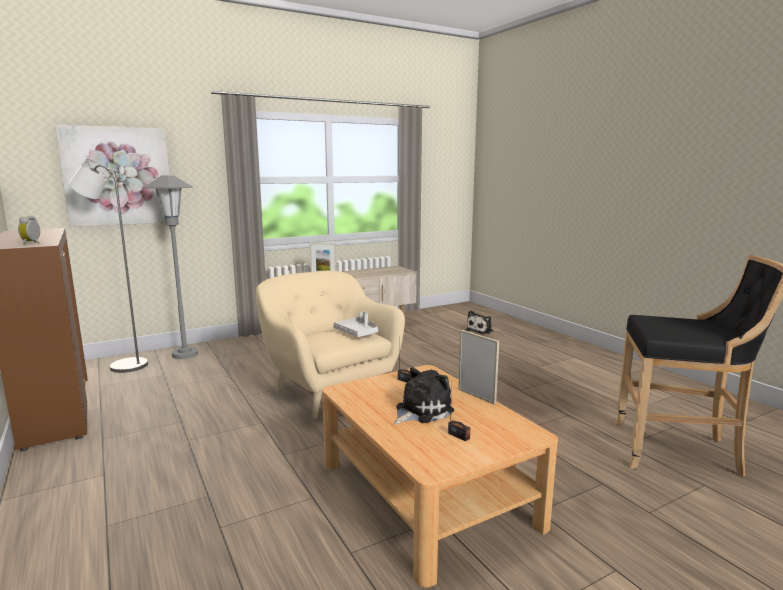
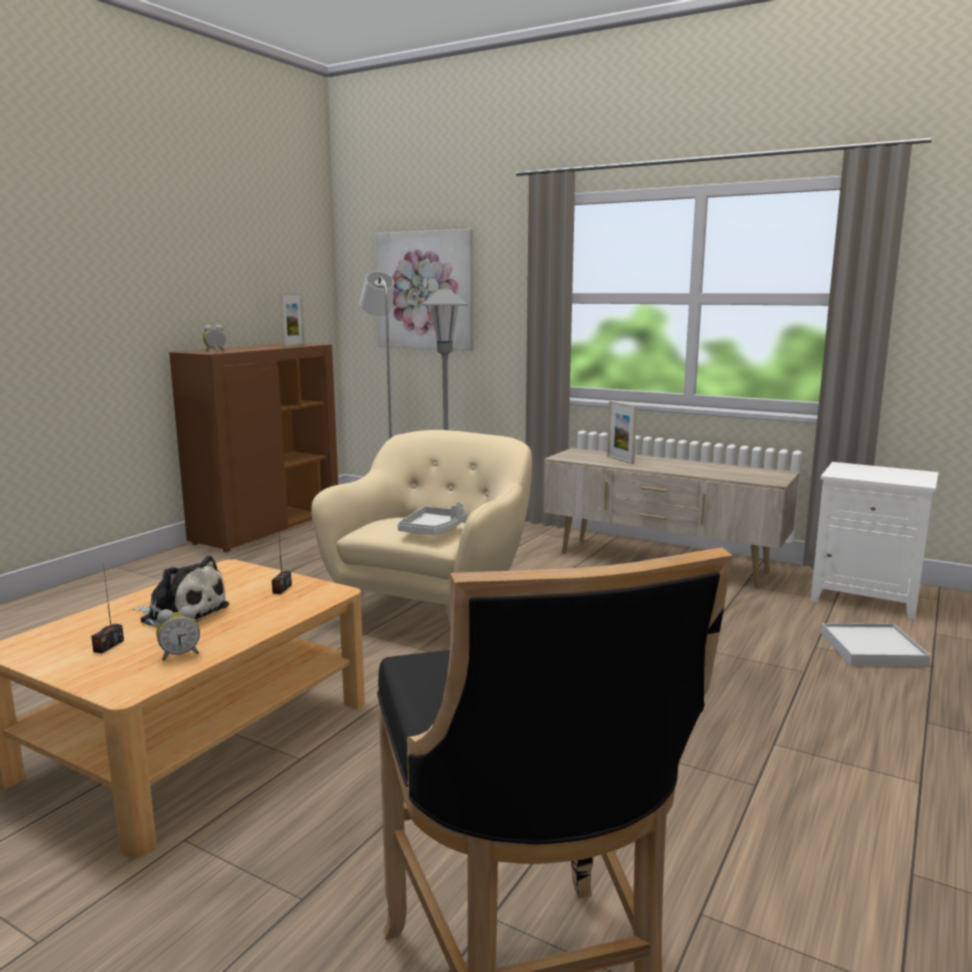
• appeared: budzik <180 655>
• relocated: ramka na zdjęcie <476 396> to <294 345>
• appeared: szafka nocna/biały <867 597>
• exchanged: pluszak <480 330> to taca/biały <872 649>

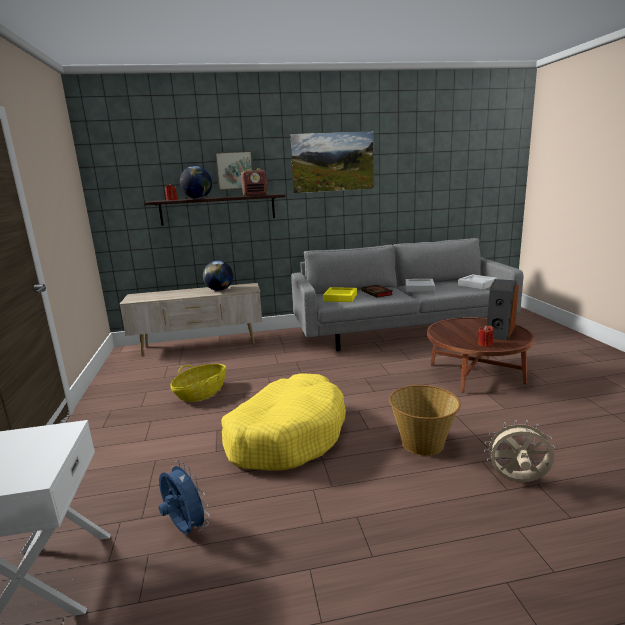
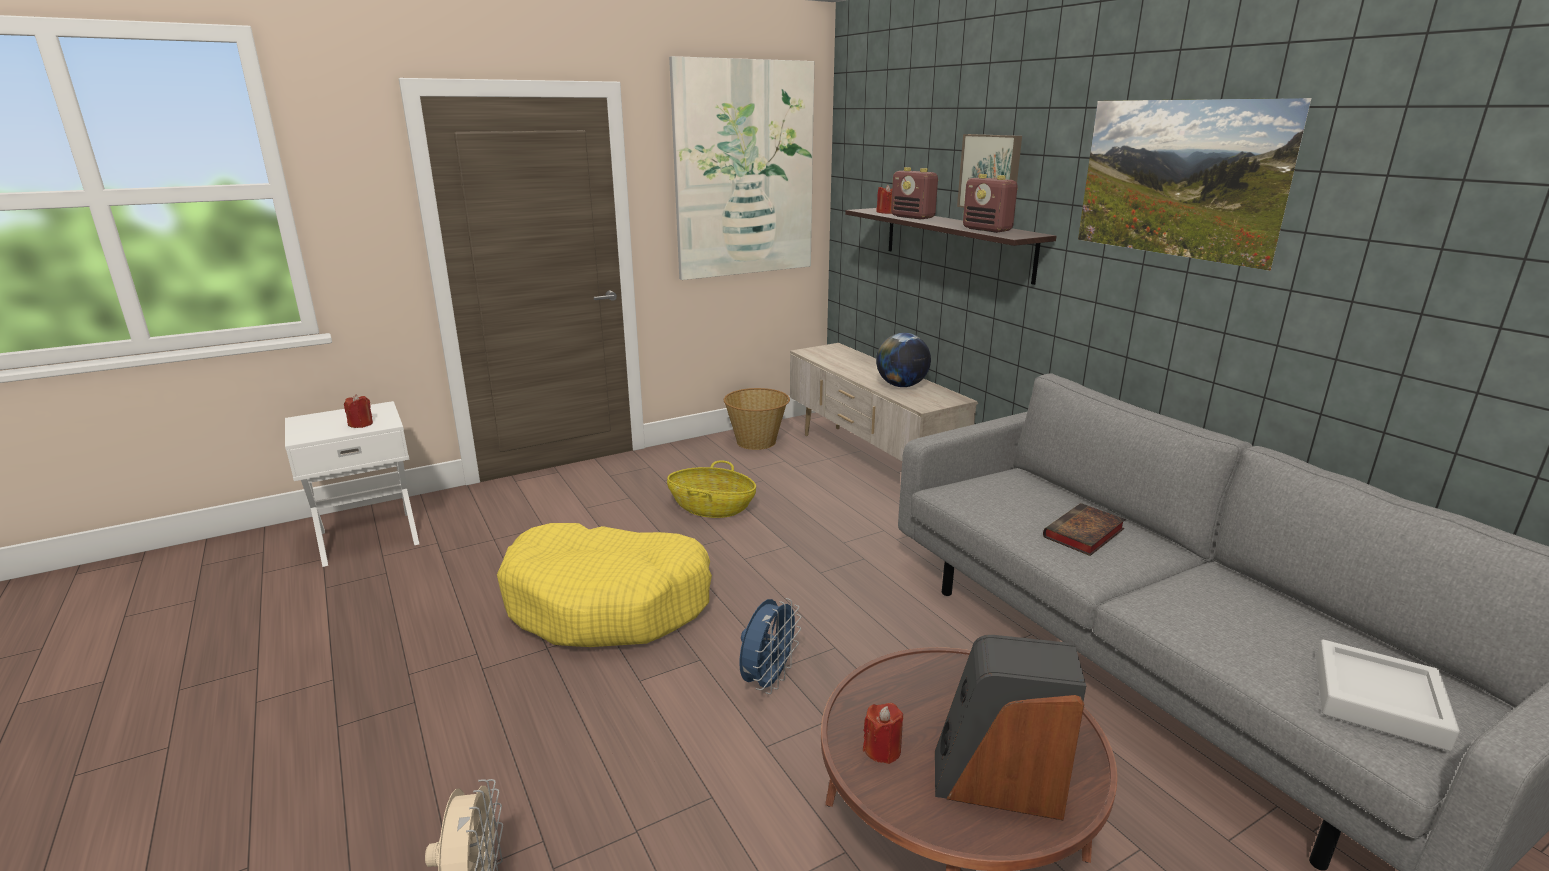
• appeared: świeca/czerwony <361 424>
• appeared: obraz <744 170>
• relocated: koszyk <423 443> to <757 442>
• relocated: wentylator/niebieski <185 529> to <768 680>
• exchanged: globus <198 198> to radio <913 217>
• missing: taca/żółty <340 298>
• missing: taca/szary <419 288>

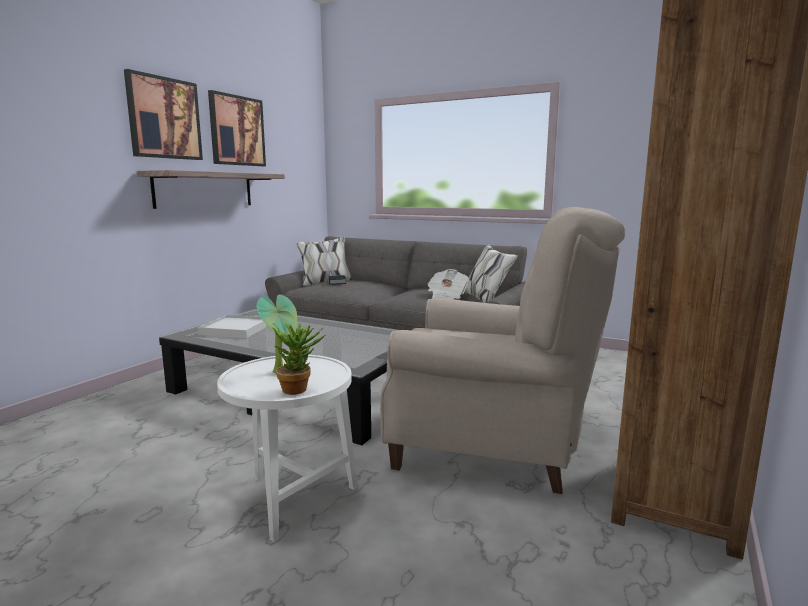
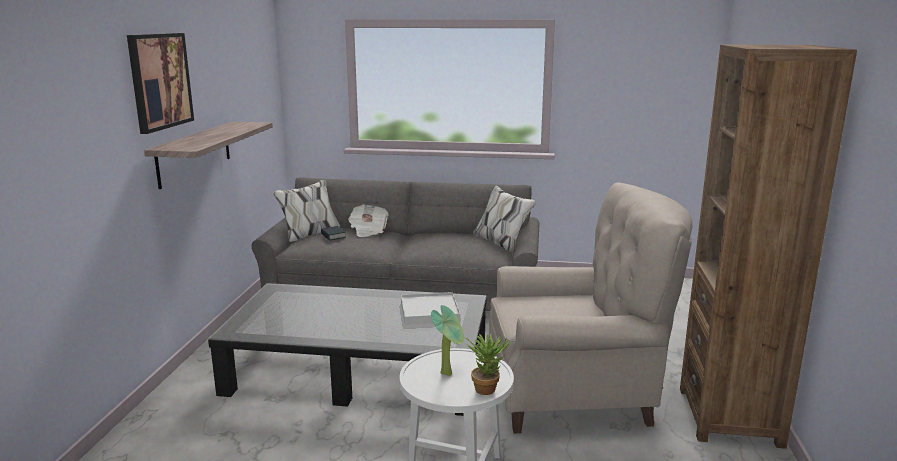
• relocated: gazeta <446 297> to <368 231>
• relocated: taca/biały <236 329> to <429 311>
• missing: obraz <237 131>

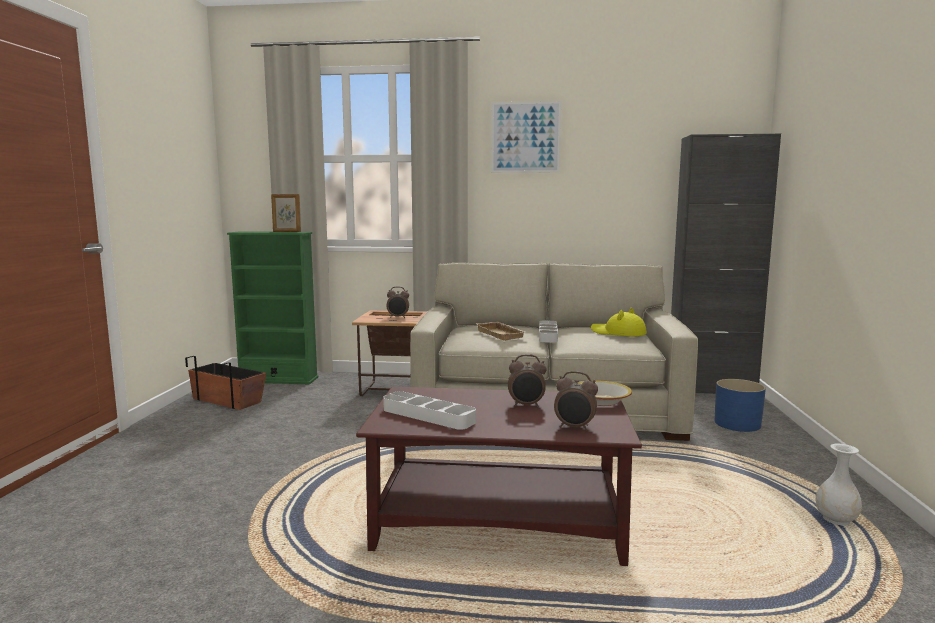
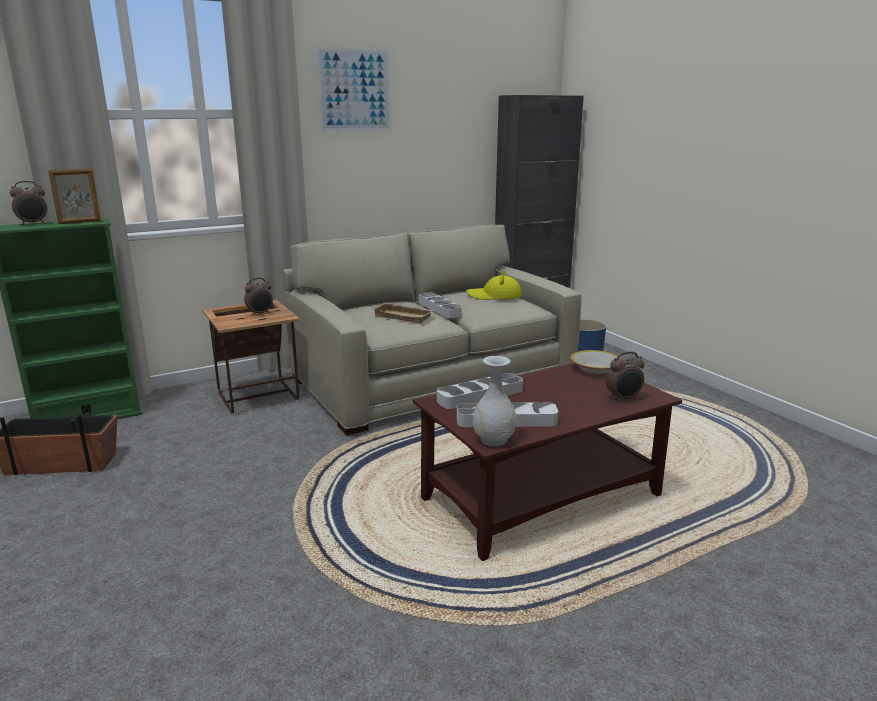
• relocated: budzik <526 405> to <33 224>
• appeared: taca/szary <480 395>
• relocated: wazon/biały <836 520> to <494 439>

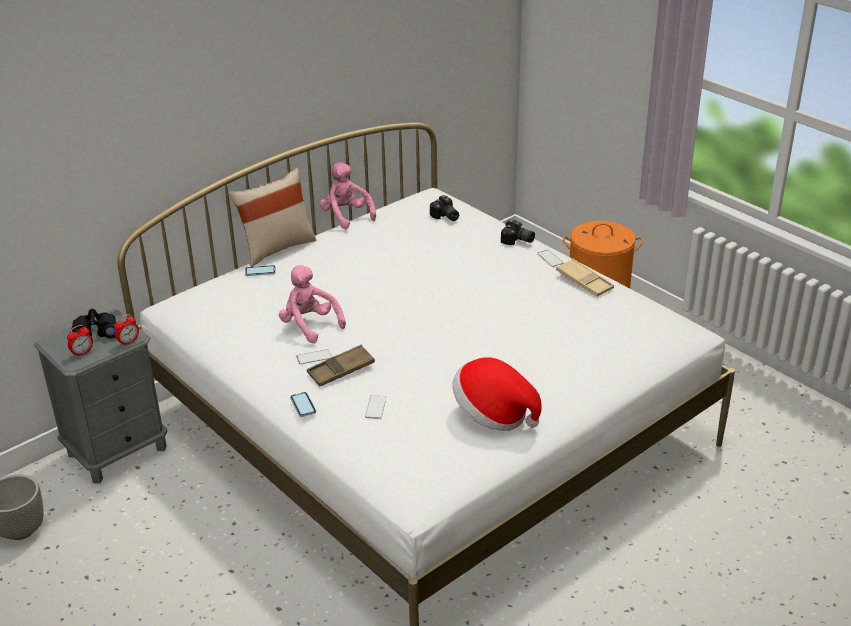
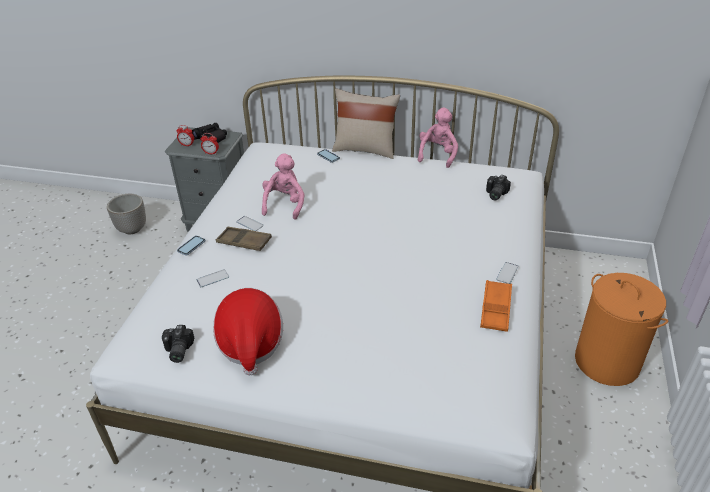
• relocated: aparat fotograficzny <517 241> to <177 351>
• colour: taca/beżowy <584 281> to taca/pomarańczowy <496 309>

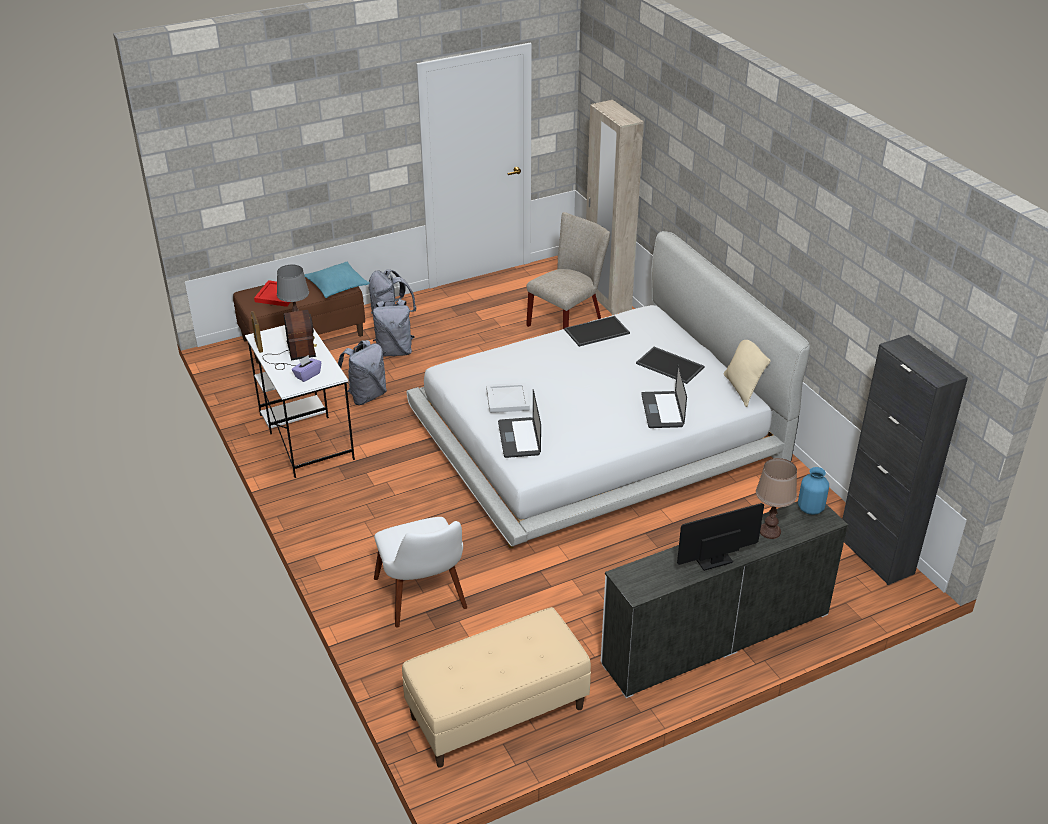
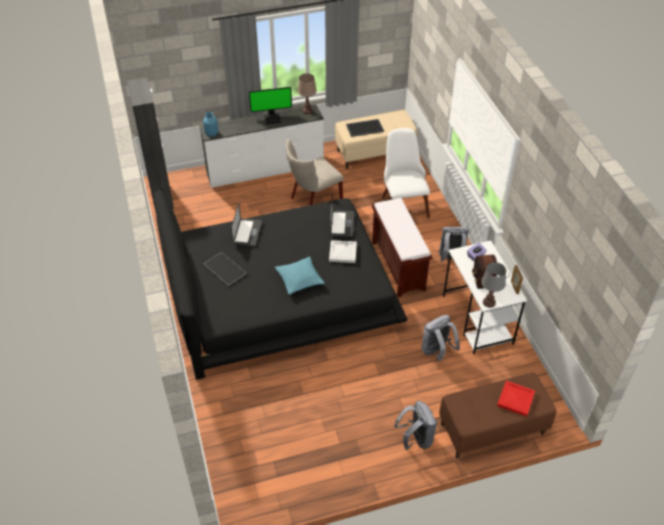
• colour: łóżko/biały <597 437> to łóżko/czarny <280 292>
• relocated: poduszka/turkusowy <337 286> to <299 279>
• relocated: krzesło/beżowy <568 322> to <313 200>
• relocated: lampa stołowa/brązowy <770 531> to <307 111>
• relocated: taca <596 332> to <365 128>
• appeared: ławka/brązowy <397 265>
• relocated: plecak/szary <394 351> to <451 259>
• missing: szafa/beżowy <607 299>
• missing: poduszka/beżowy <742 389>

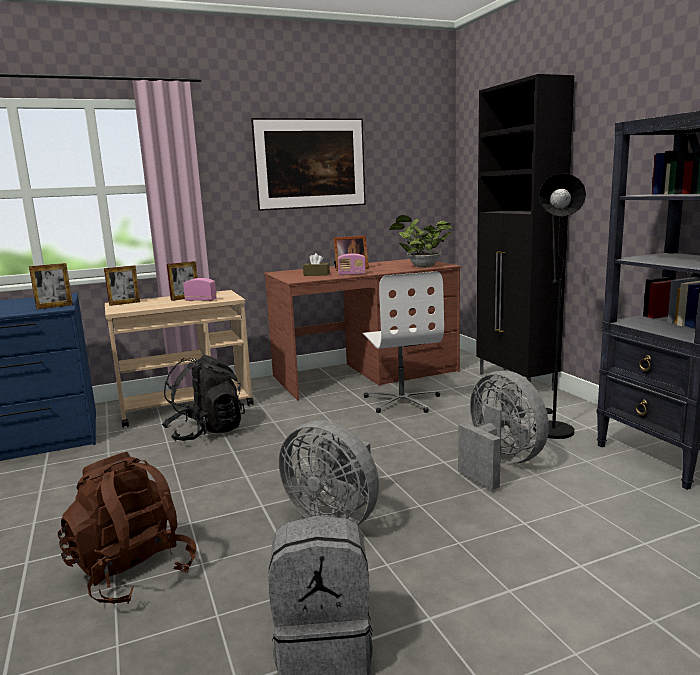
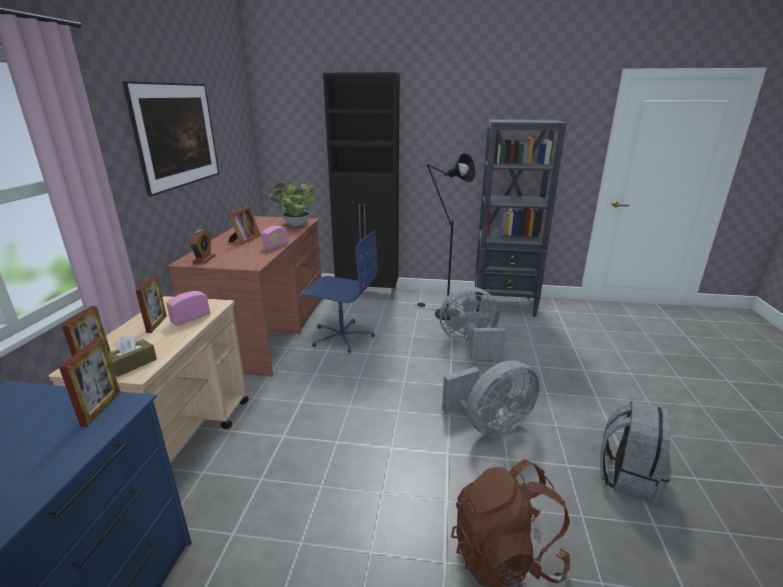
• relocated: pudełko chusteczek/brązowy <316 274> to <132 364>
• appeared: budzik <204 259>
• colour: krzesło biurowe/biały <402 401> to krzesło biurowe/niebieski <342 336>
• missing: plecak/czarny <206 432>

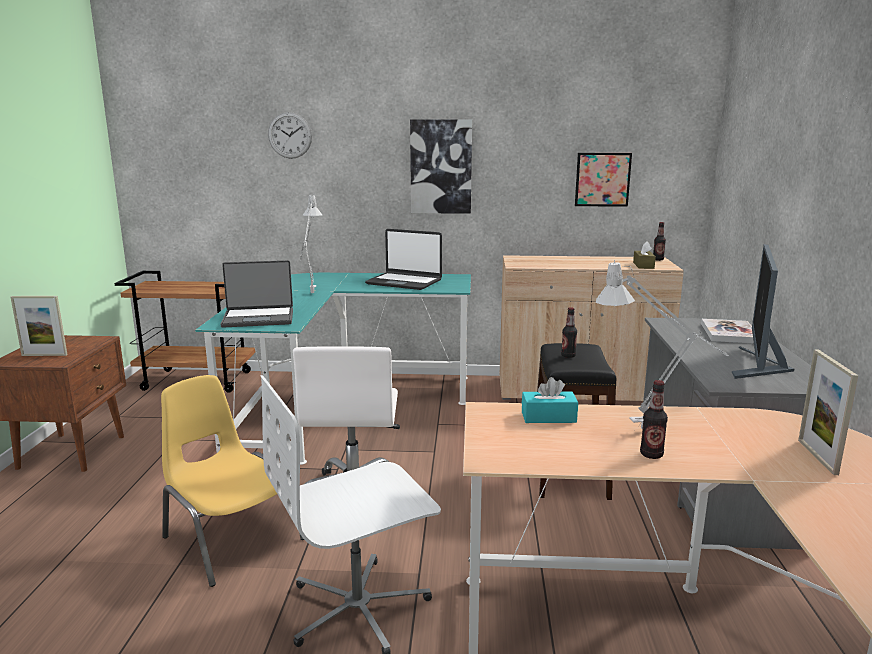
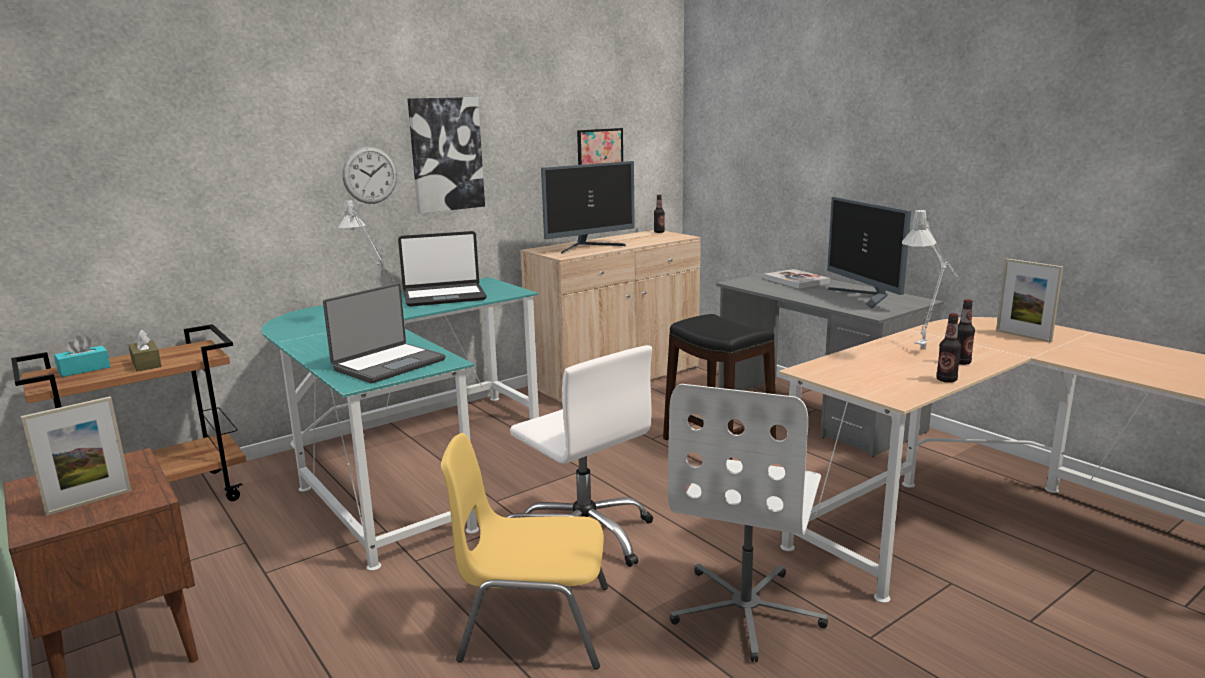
• relocated: pudełko chusteczek/turkusowy <548 417> to <84 369>
• relocated: pudełko chusteczek/brązowy <643 265> to <146 364>
• relocated: zegar ścienny <290 135> to <370 175>
• appeared: monitor <589 247>
• relocated: butelka <568 356> to <946 380>

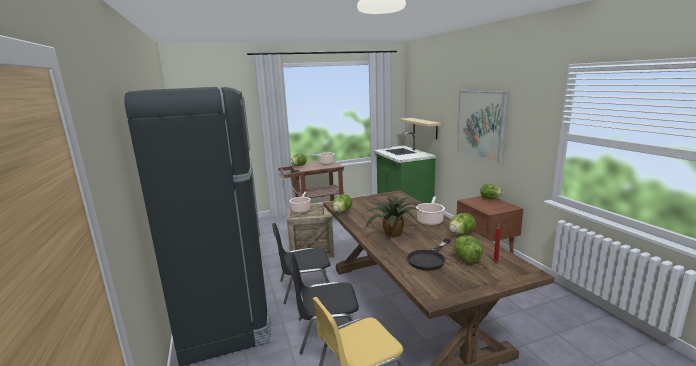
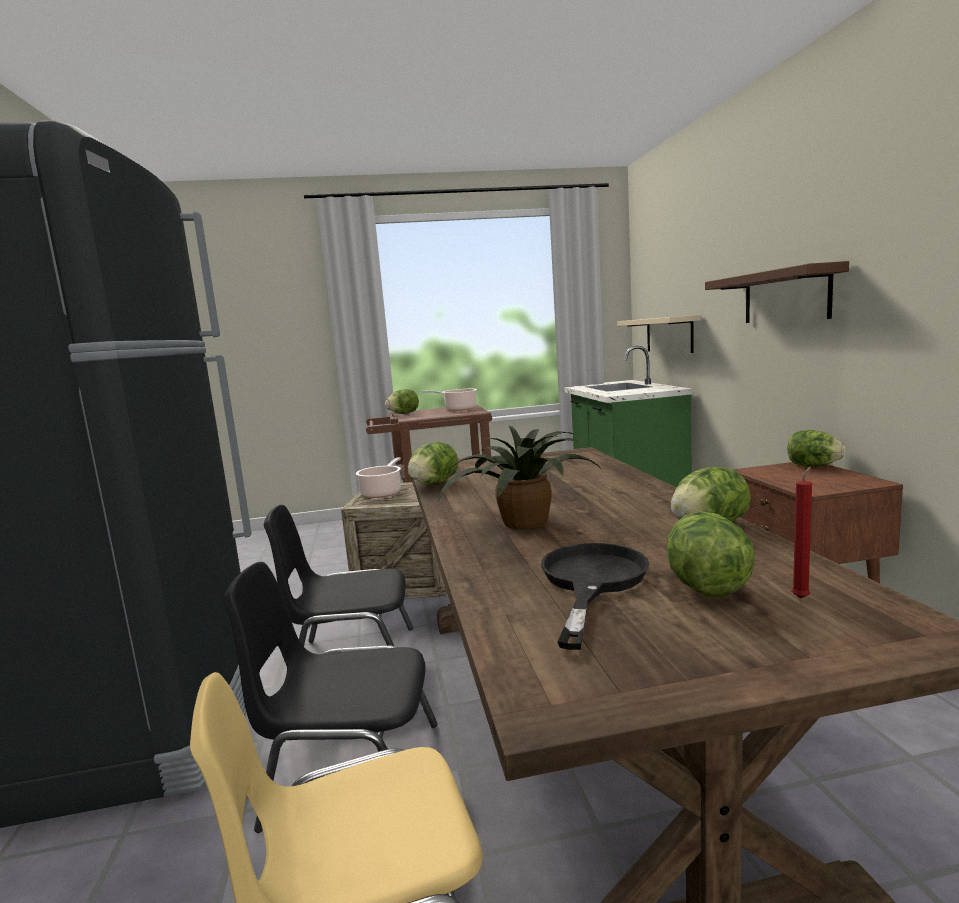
• spun: patelnia/czarny <429 258> = <591 582> 150 degrees clockwise
• exchanged: obraz <480 124> to półka/brązowy <785 296>
• missing: garnek <430 221>

